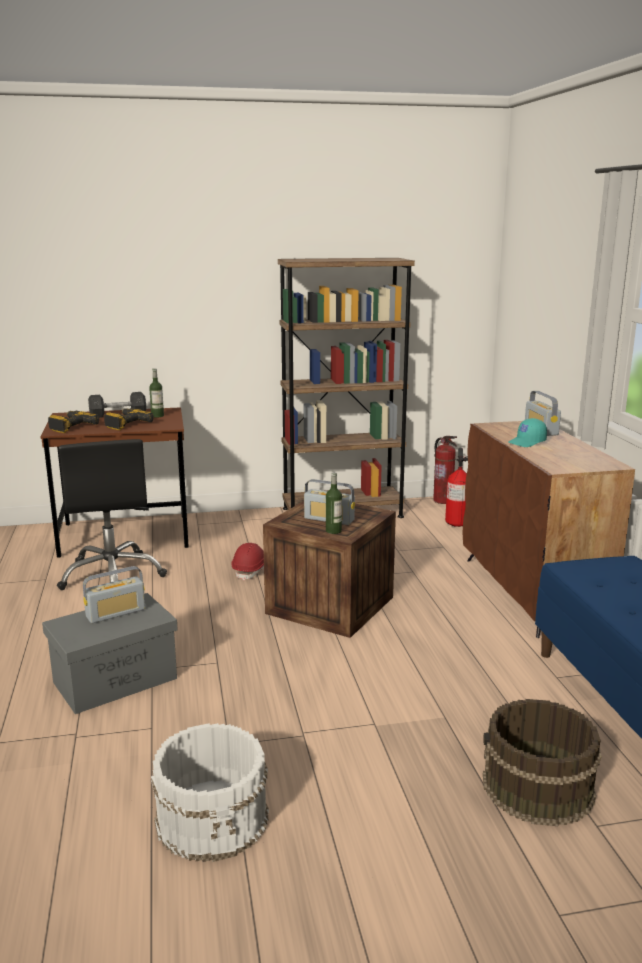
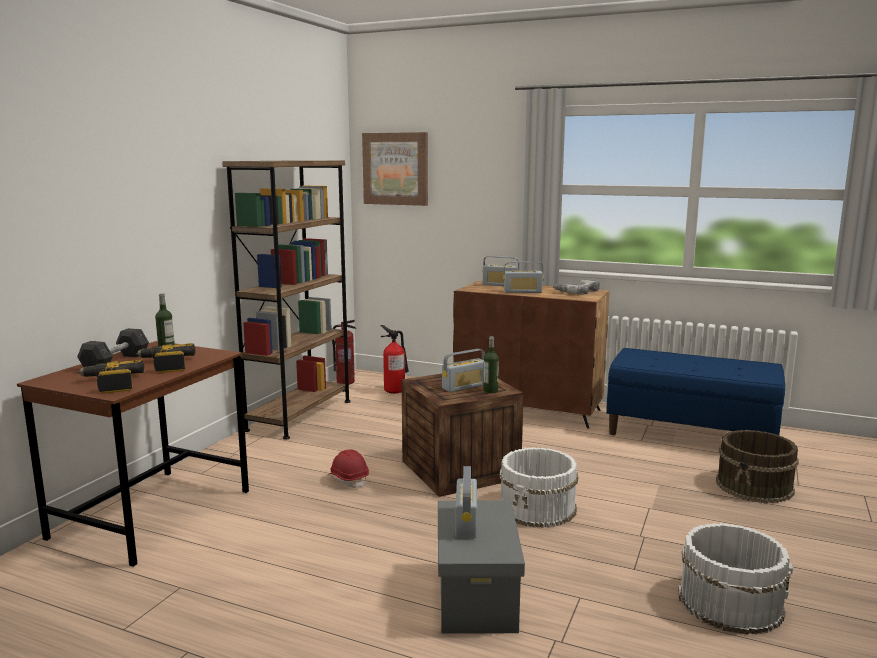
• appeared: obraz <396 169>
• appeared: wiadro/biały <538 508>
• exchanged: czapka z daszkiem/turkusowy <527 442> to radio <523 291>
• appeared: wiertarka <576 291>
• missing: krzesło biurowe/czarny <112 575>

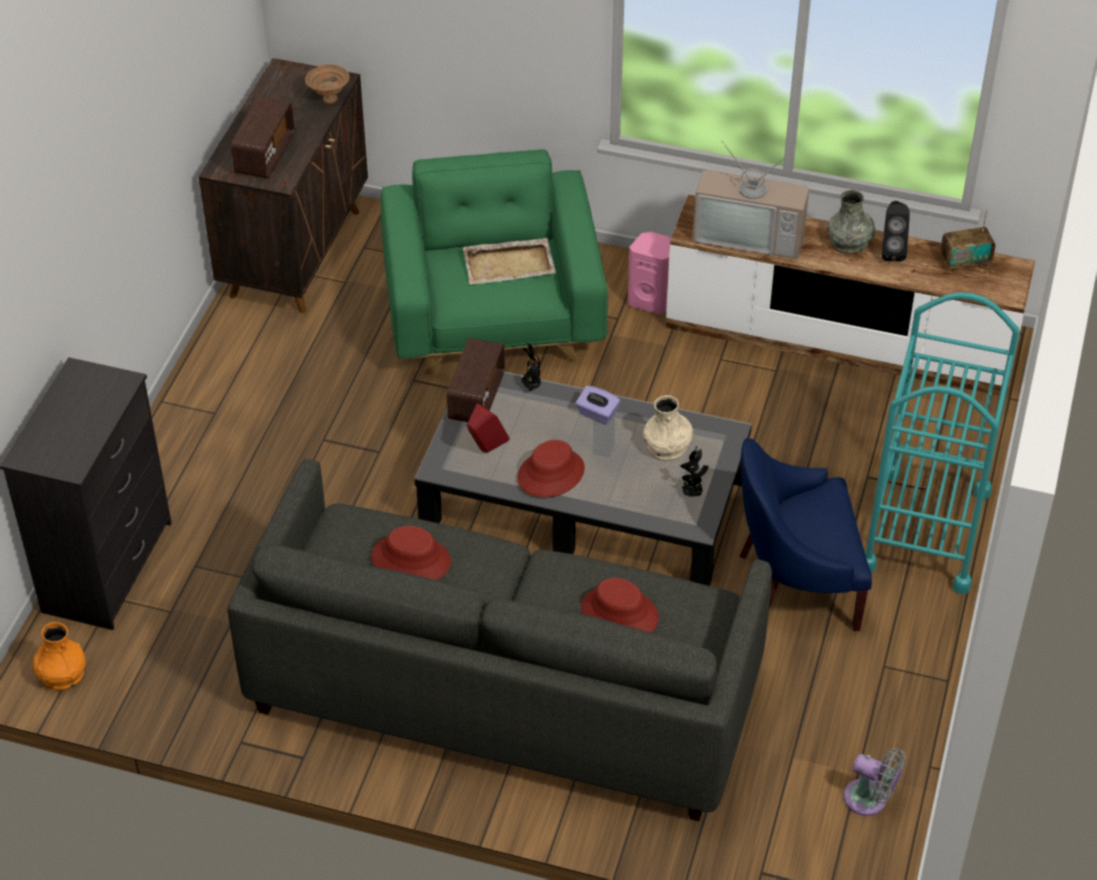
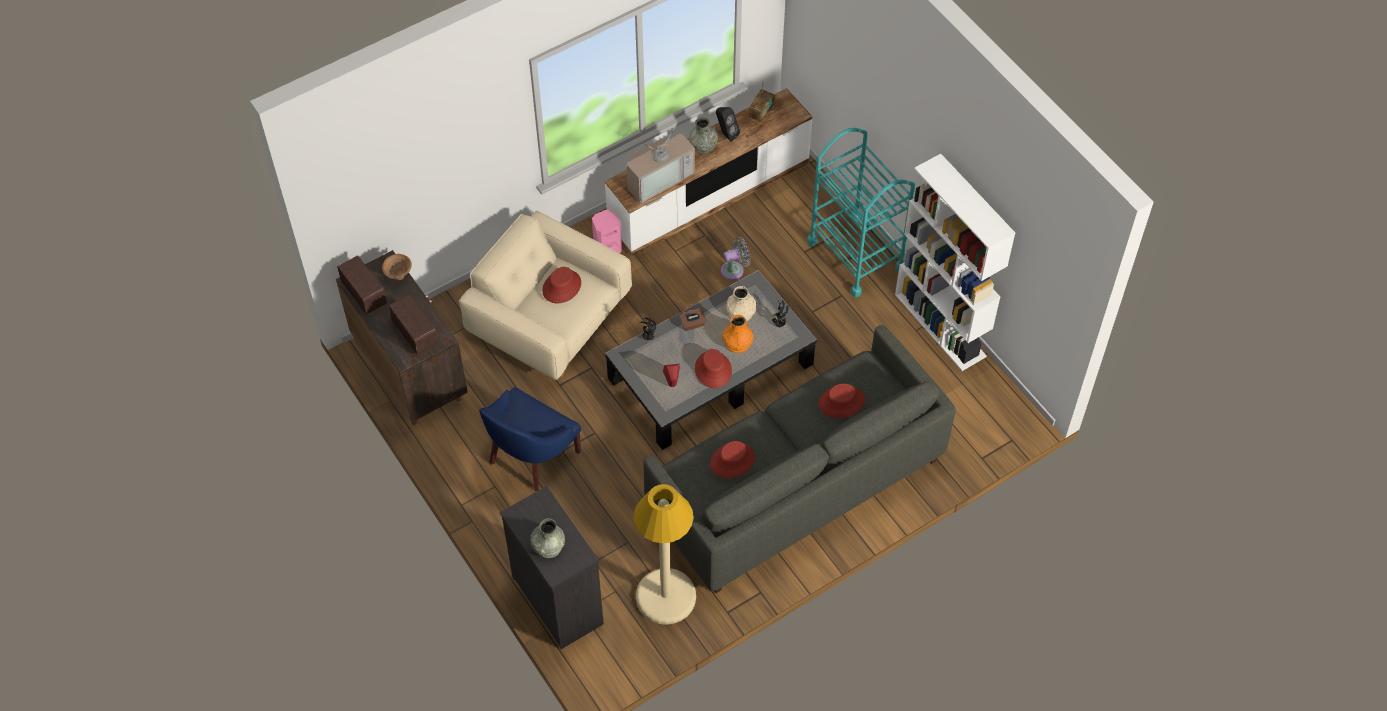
• relocated: radio <476 397> to <364 293>
• colour: fotel/zielony <493 316> to fotel/beżowy <549 320>
• relocated: fotel/niebieski <795 585> to <530 456>
• appeared: wazon/szary <548 546>
• exchanged: taca/beżowy <510 264> to kapelusz/czerwony <561 287>
• appeared: lampa stojąca/beżowy <666 597>
• colour: pudełko chusteczek/fioletowy <597 413> to pudełko chusteczek/brązowy <692 324>
• relocated: wentylator/szary <870 800> to <734 270>
• relocated: wazon/pomarańczowy <62 674> to <737 343>
• appeared: regał/biały <941 325>

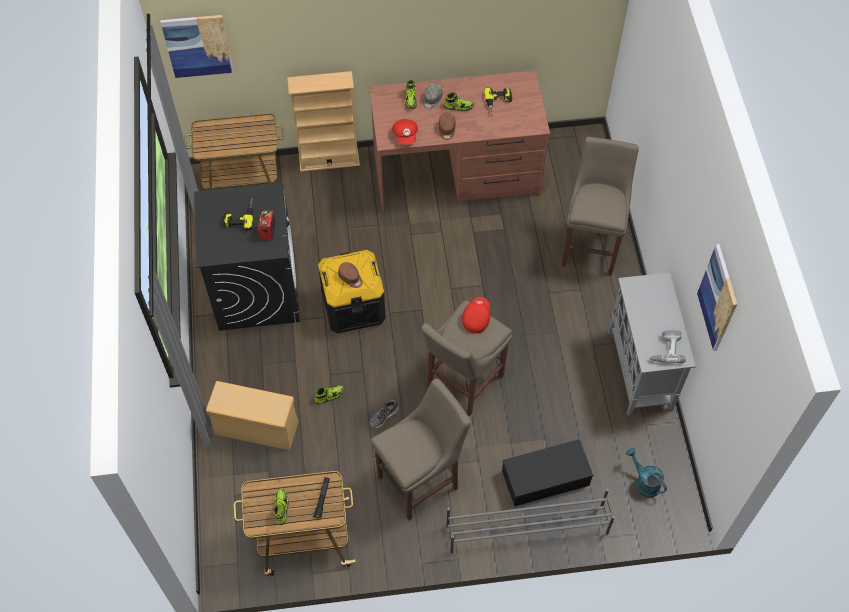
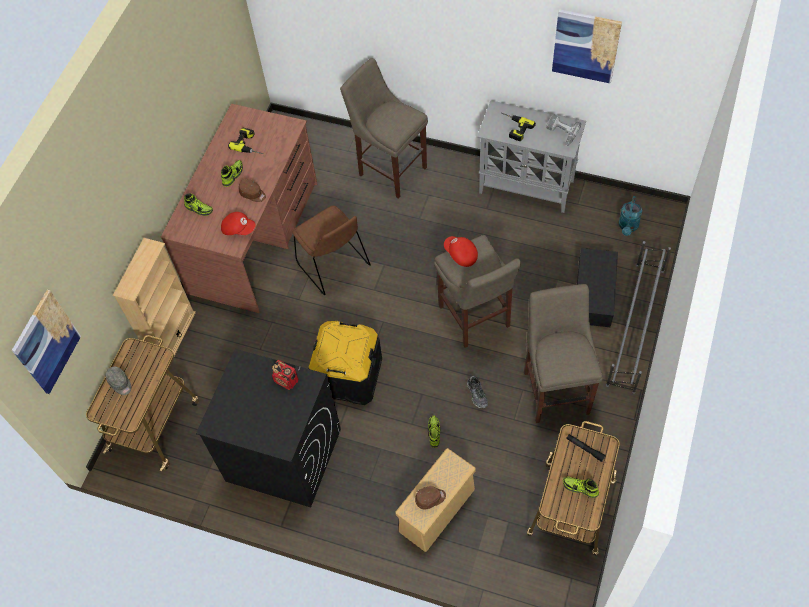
• relocated: czapka z daszkiem/szary <432 99> to <120 383>
• appeared: krzesło/brązowy <334 265>
• relocated: czapka z daszkiem/brązowy <350 278> to <430 498>
• relocated: wiertarka <240 215> to <513 128>
• spun: konewka/turkusowy <644 482> = <628 227> 60 degrees counterclockwise

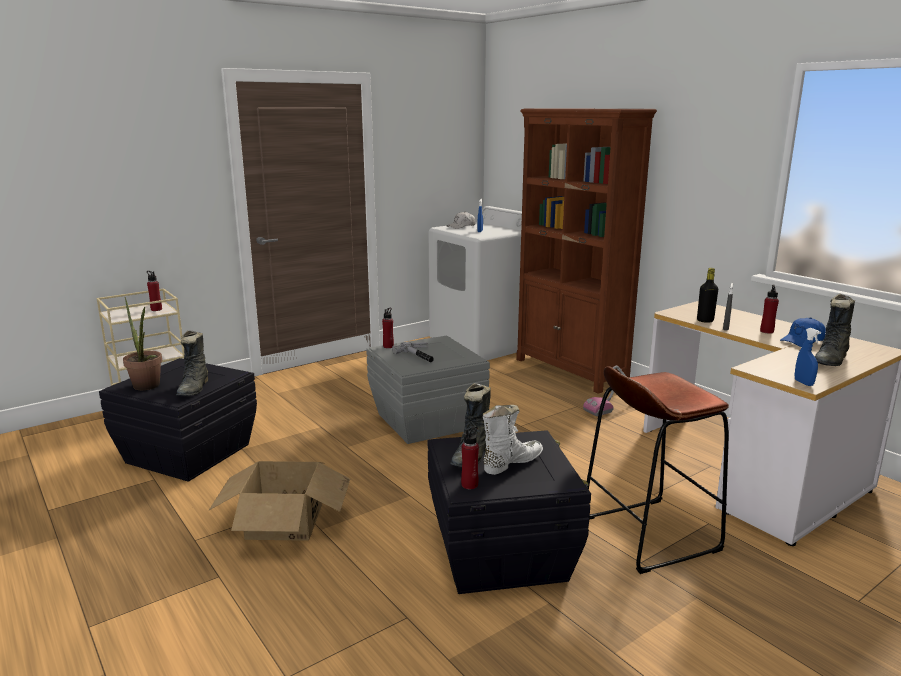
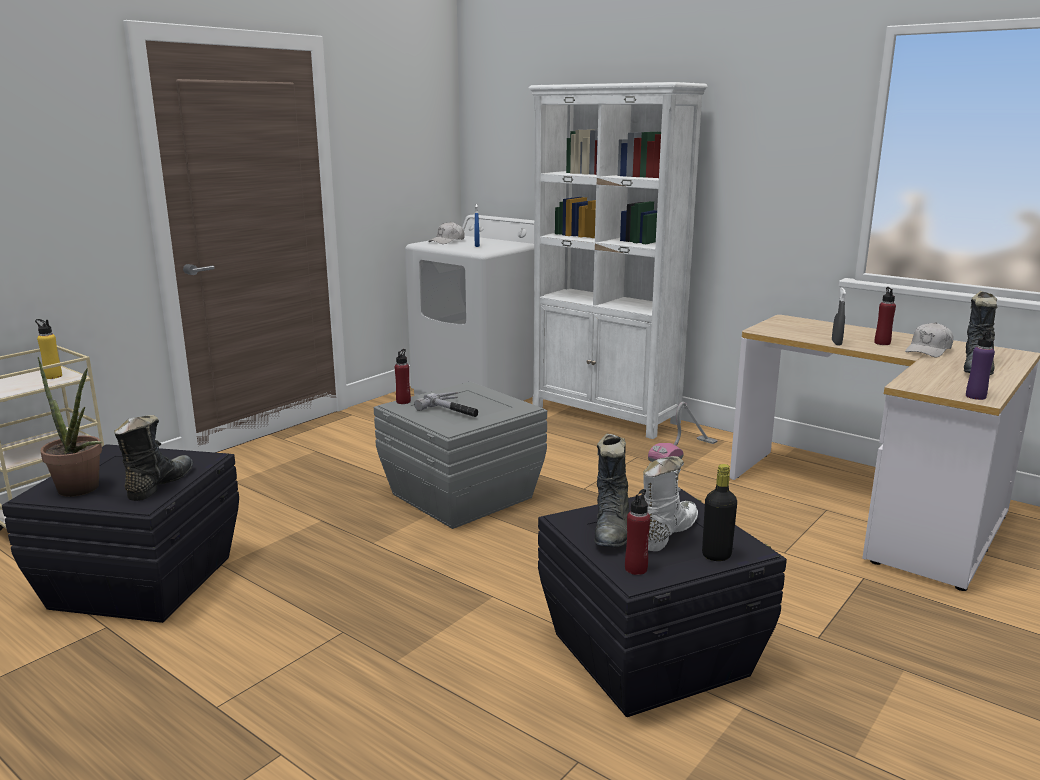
• colour: butelka/czerwony <156 309> to butelka/żółty <53 376>
• spun: but z cholewką/czarny <194 388> = <158 485> 150 degrees counterclockwise
• colour: regał/brązowy <571 371> to regał/biały <605 415>
• relocated: butelka/czarny <705 320> to <716 555>
• colour: czapka z daszkiem/niebieski <803 341> to czapka z daszkiem/biały <928 350>
• exchanged: spryskiwacz/niebieski <803 383> to butelka/fioletowy <975 396>
• missing: karton <284 521>
• missing: stołek/brązowy <648 534>

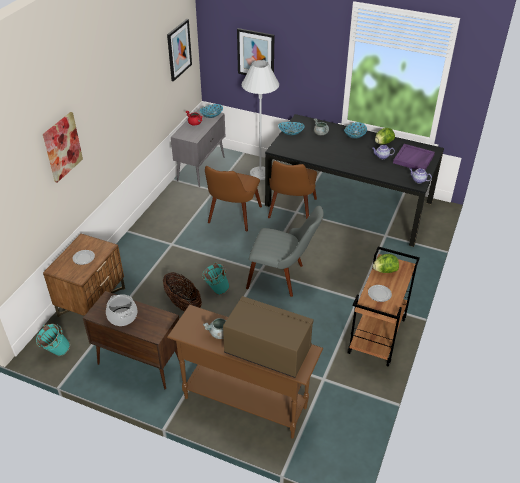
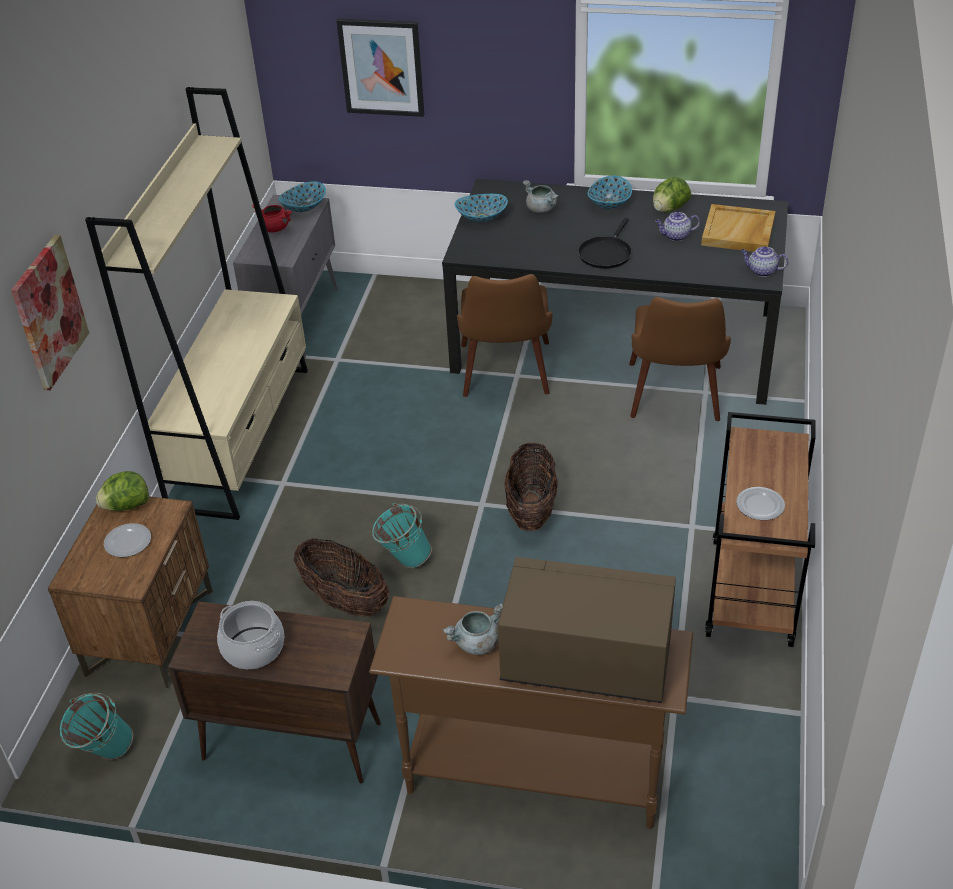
• appeared: regał/beżowy <241 436>
• relocated: sałata <385 271> to <127 506>
• exchanged: krzesło/szary <283 277> to koszyk <531 510>
• appeared: patelnia/czarny <606 253>
• relocated: krzesło/brązowy <232 218> to <675 401>
• colour: taca/fioletowy <413 159> to taca/beżowy <738 232>
• missing: obraz <179 49>
• missing: lampa stojąca/biały <260 173>

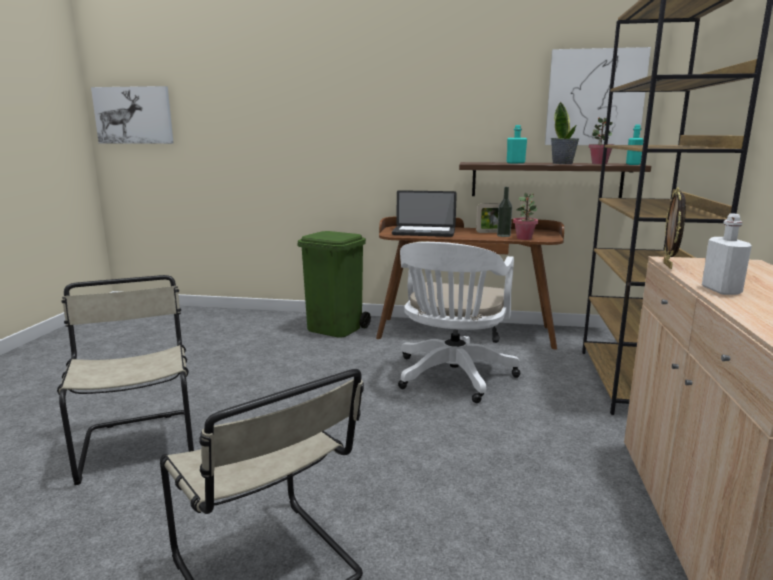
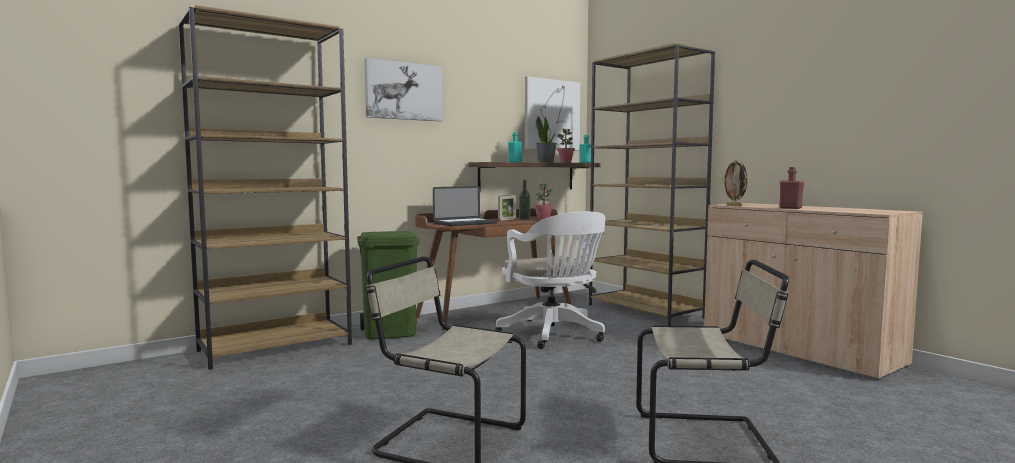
• appeared: regał/brązowy <276 347>
• relocated: obraz <134 115> to <403 91>
• colour: butelka/biały <721 290> to butelka/czerwony <790 208>

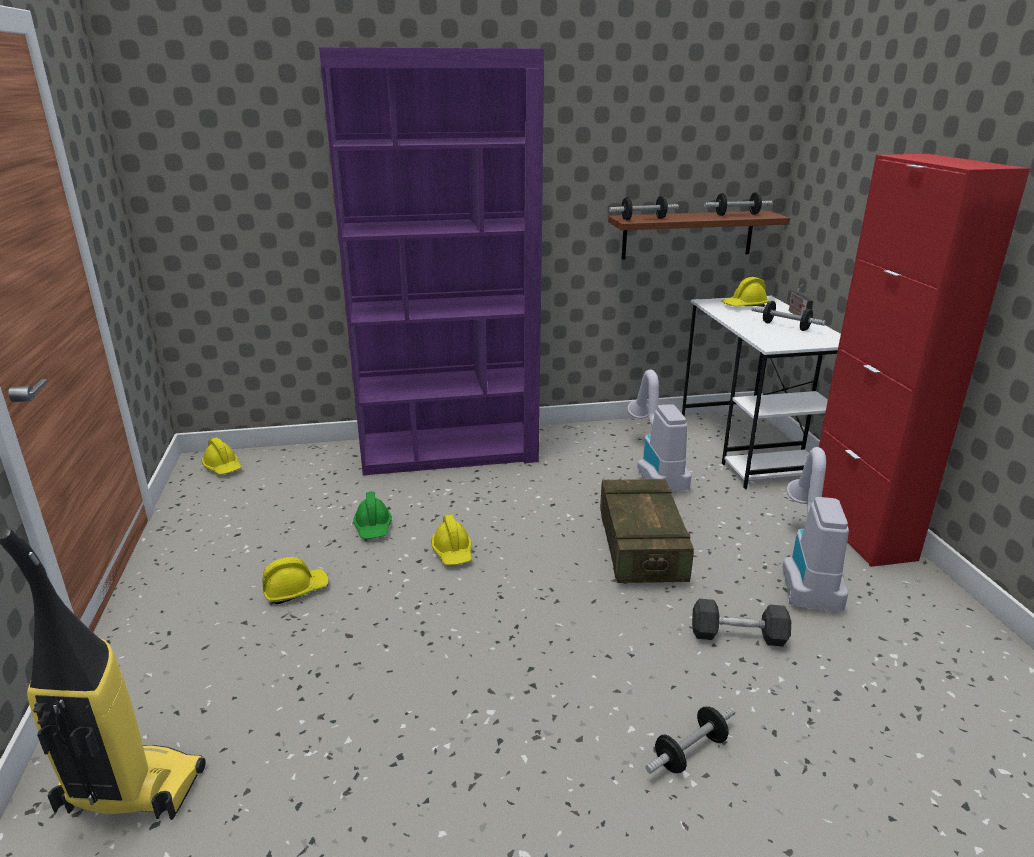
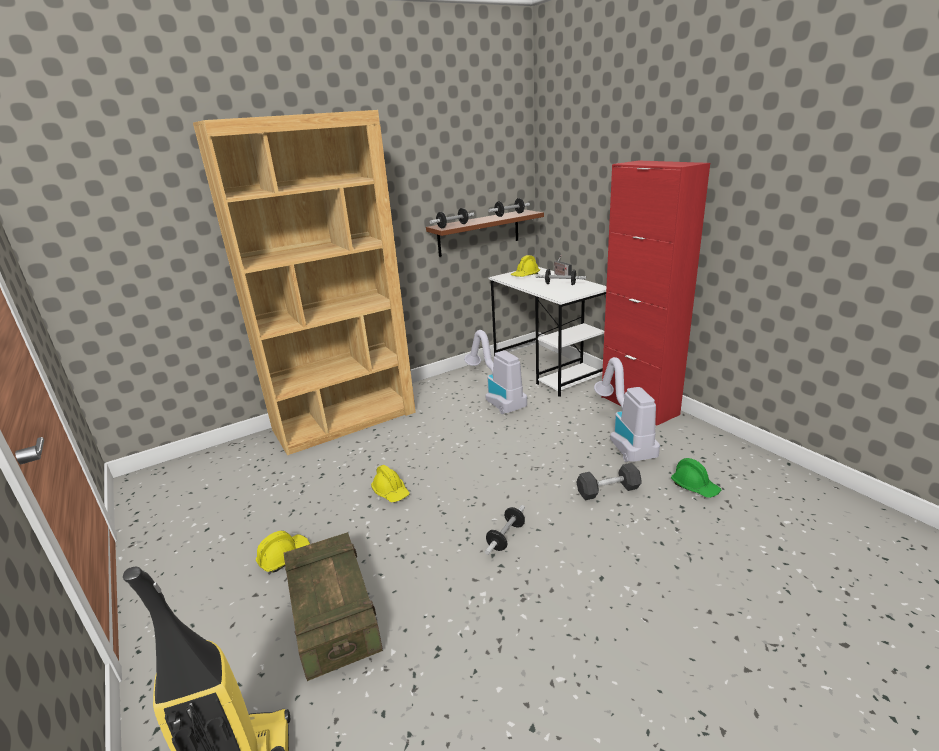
• colour: regał/fioletowy <449 451> to regał/brązowy <345 421>
• relocated: skrzynka <641 548> to <334 616>
• relocated: hantel <690 752> to <506 537>
• relocated: kask/zielony <373 527> to <695 487>
• missing: kask/żółty <223 467>

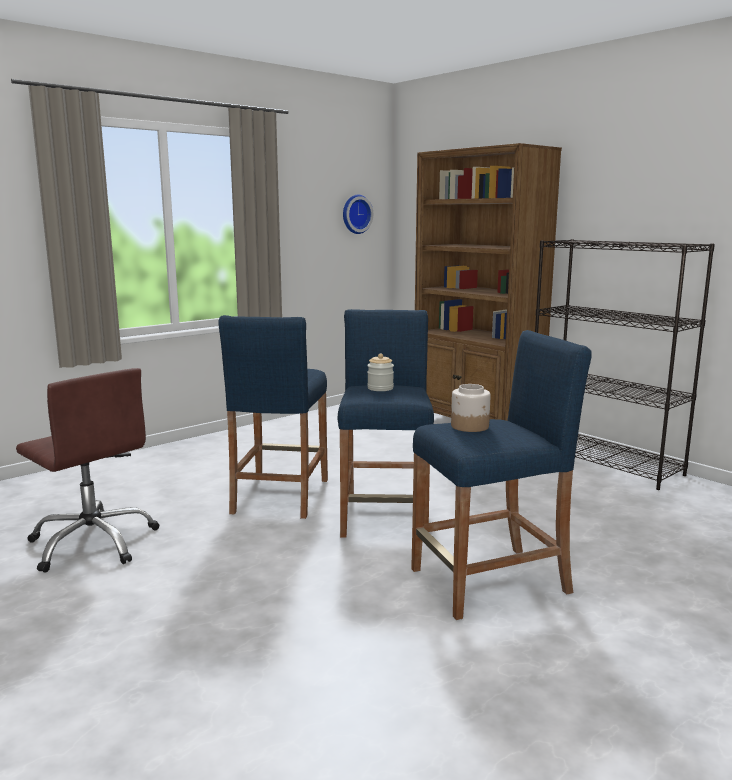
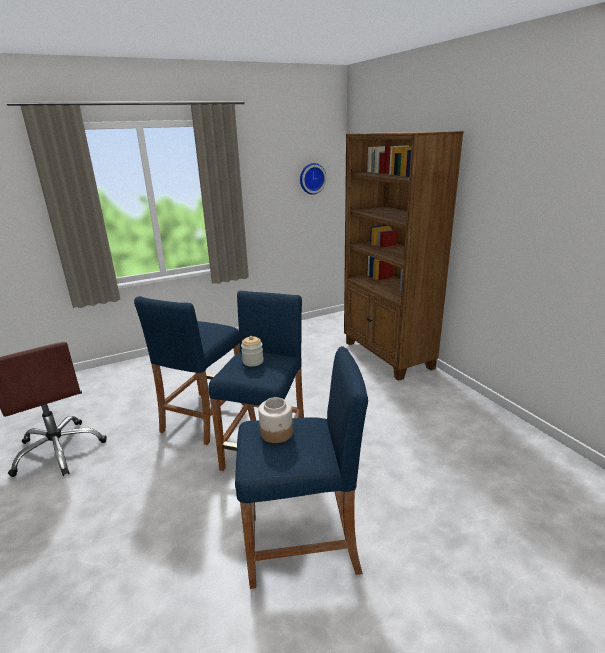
• missing: regał/czarny <604 462>

